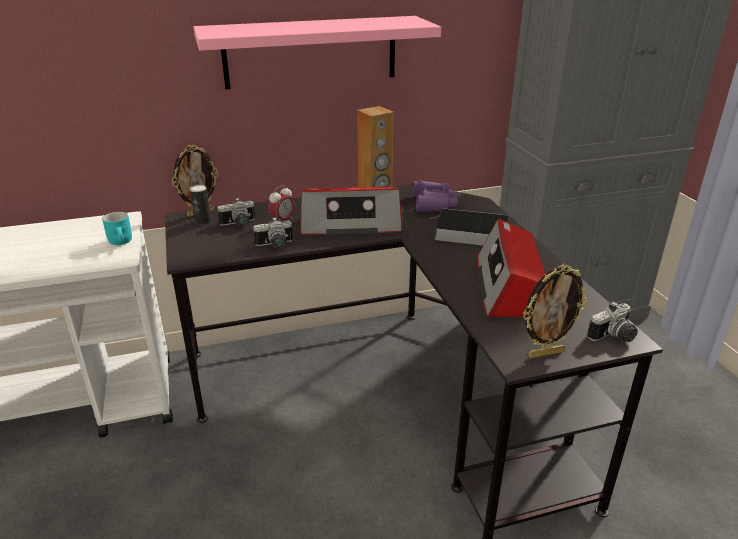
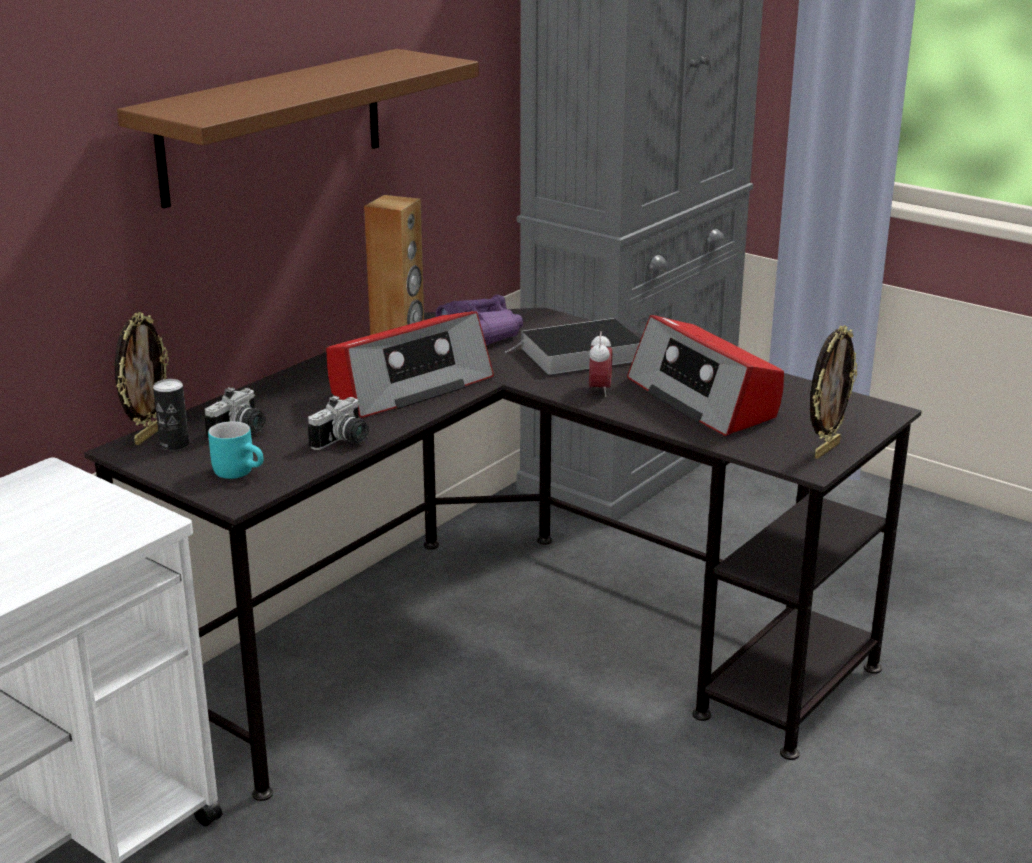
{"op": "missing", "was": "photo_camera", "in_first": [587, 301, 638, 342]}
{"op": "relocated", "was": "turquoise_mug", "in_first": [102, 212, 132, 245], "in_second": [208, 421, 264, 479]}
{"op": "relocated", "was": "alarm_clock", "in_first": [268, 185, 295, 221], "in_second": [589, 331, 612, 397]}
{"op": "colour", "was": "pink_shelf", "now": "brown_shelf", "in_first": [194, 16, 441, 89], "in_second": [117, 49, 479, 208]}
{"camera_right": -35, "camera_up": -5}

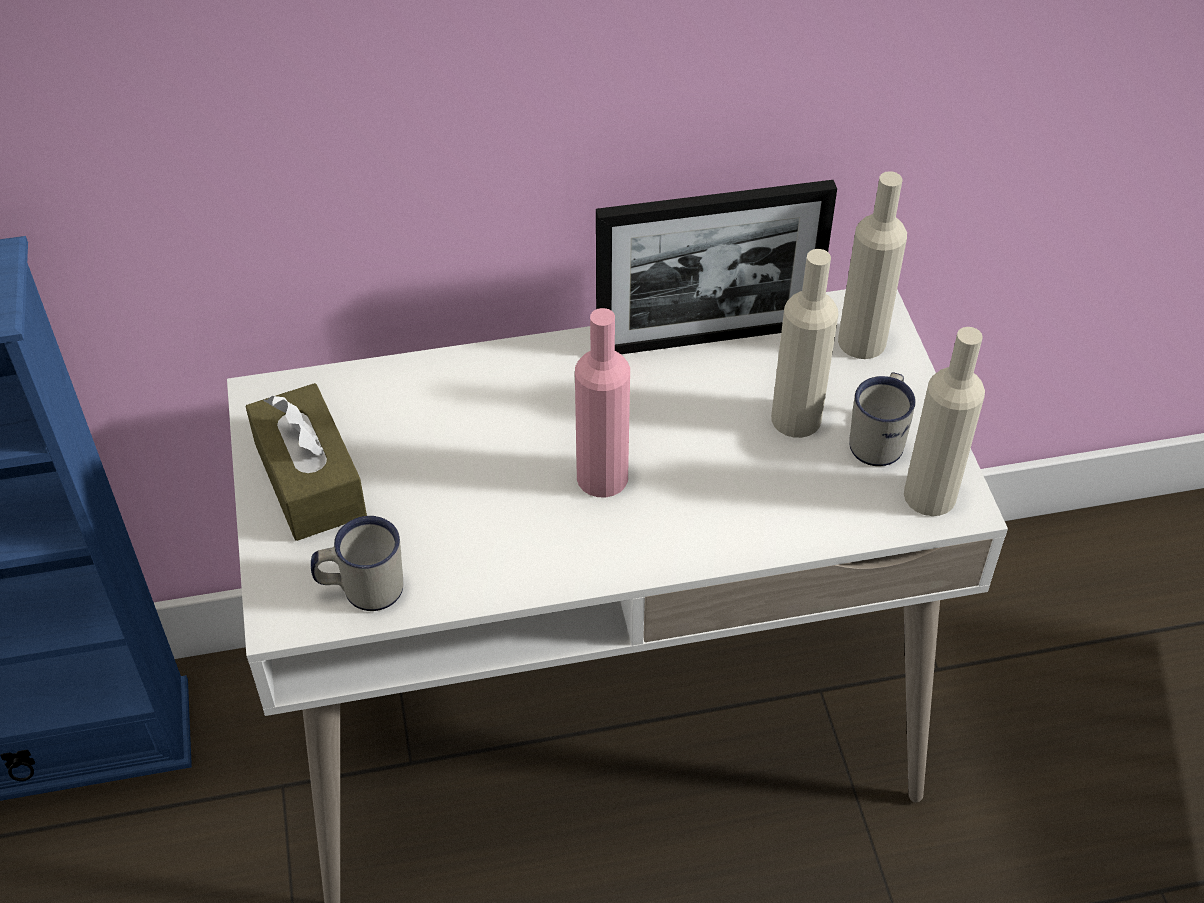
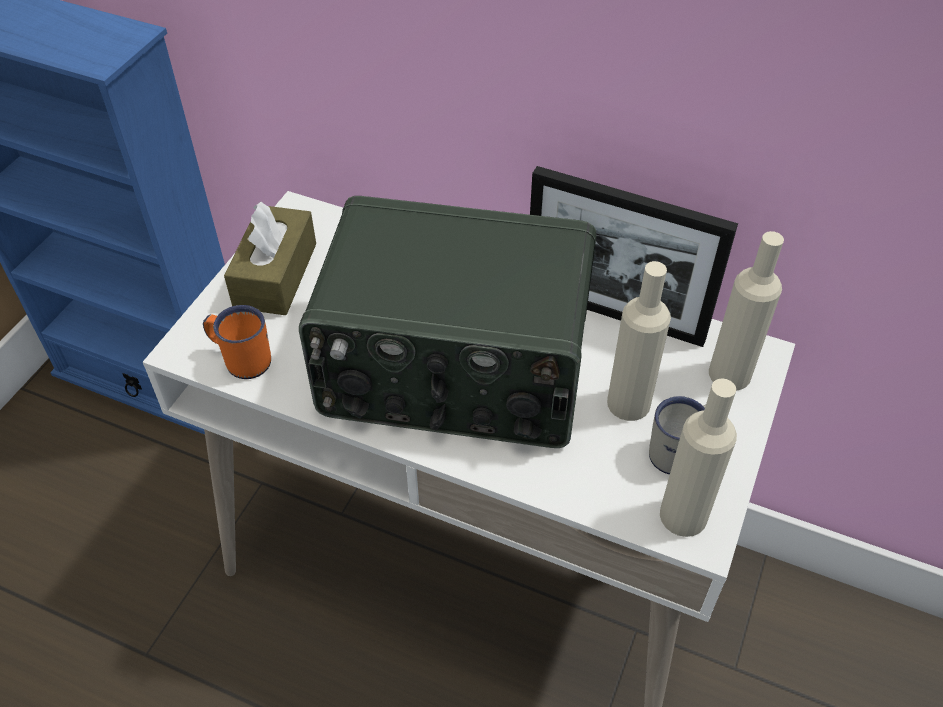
{"op": "exchanged", "was": "pink_bottle", "now": "radio", "in_first": [575, 308, 630, 497], "in_second": [299, 196, 596, 448]}
{"op": "colour", "was": "white_mug", "now": "orange_mug", "in_first": [311, 516, 403, 611], "in_second": [203, 305, 271, 379]}
{"camera_right": 35, "camera_up": 0}

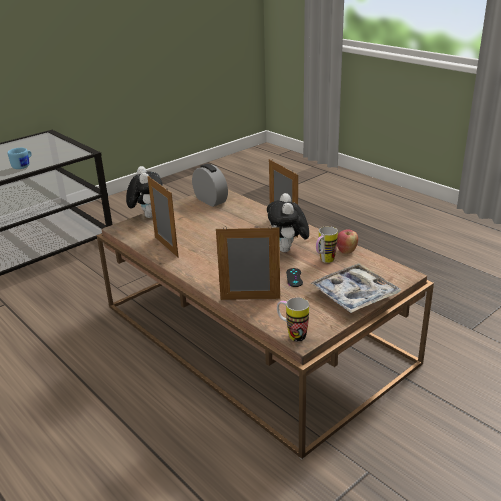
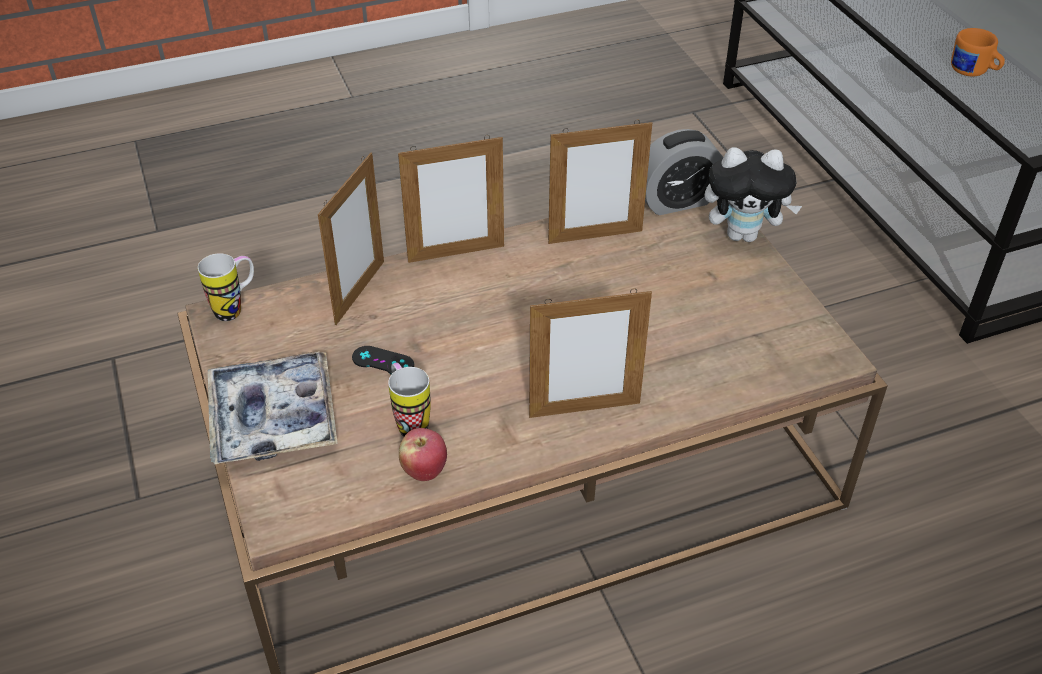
{"op": "missing", "was": "plush_toy", "in_first": [267, 193, 309, 252]}
{"op": "appeared", "now": "picture_frame", "in_second": [398, 135, 504, 263]}
{"op": "relocated", "was": "alarm_clock", "in_first": [192, 164, 228, 207], "in_second": [645, 129, 723, 215]}
{"op": "colour", "was": "blue_mug", "now": "orange_mug", "in_first": [7, 148, 32, 169], "in_second": [951, 28, 1005, 76]}
{"camera_right": 110, "camera_up": 15}

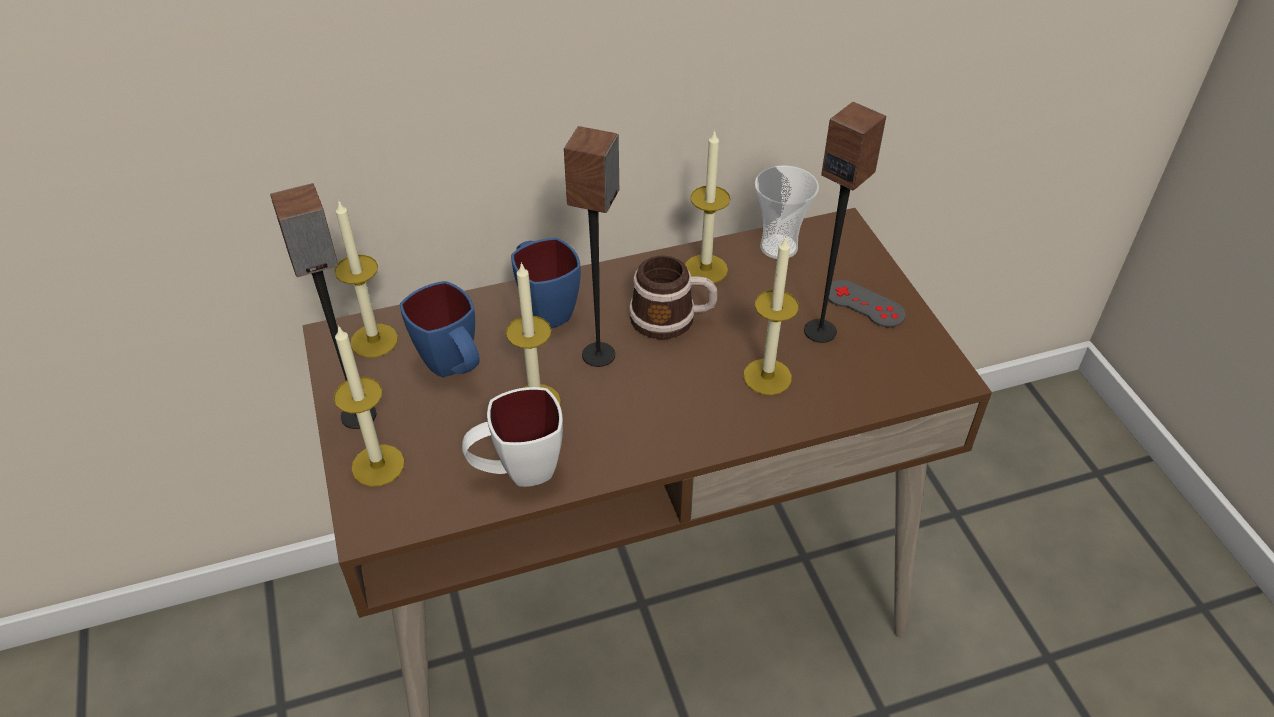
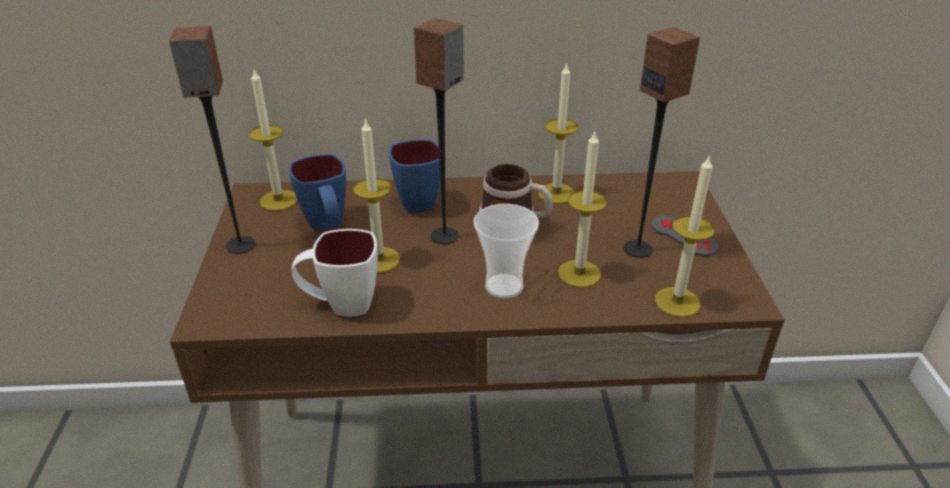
{"op": "relocated", "was": "candle", "in_first": [334, 325, 405, 487], "in_second": [655, 154, 715, 317]}
{"op": "relocated", "was": "cup", "in_first": [755, 165, 819, 259], "in_second": [474, 204, 539, 298]}
{"camera_right": 15, "camera_up": -10}

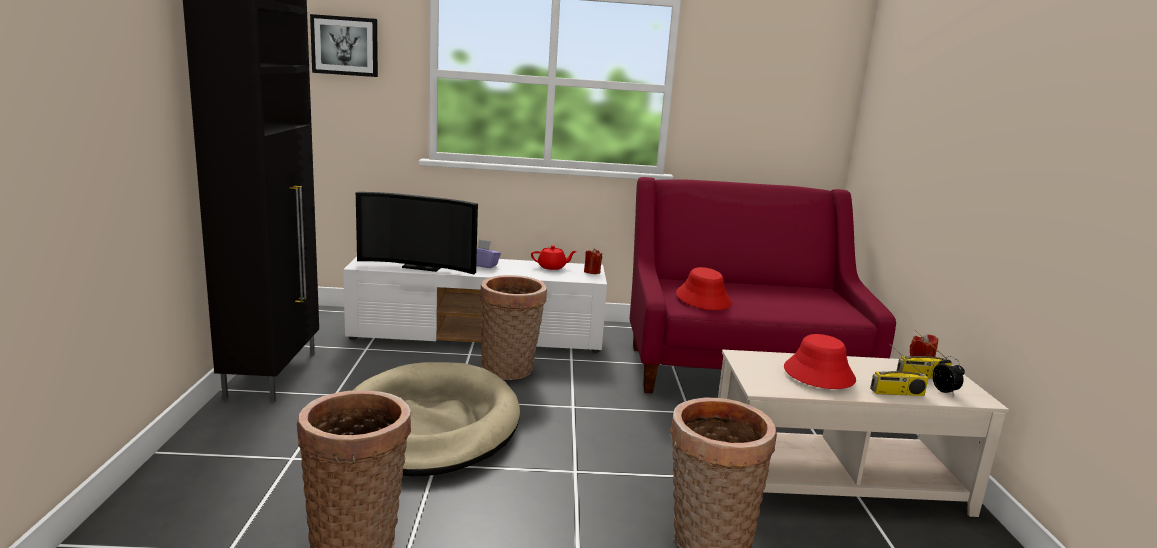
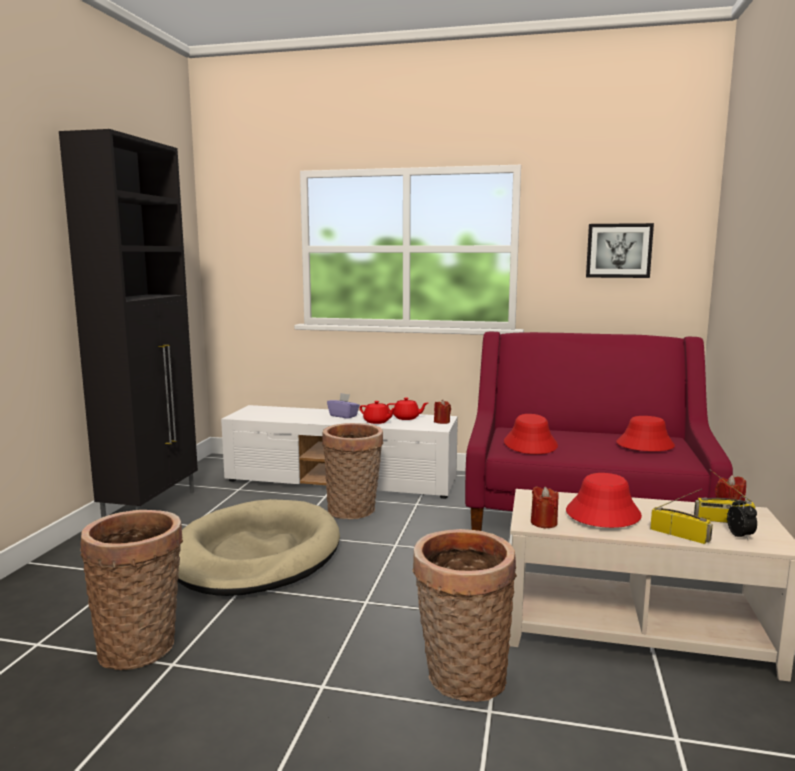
{"op": "missing", "was": "television", "in_first": [356, 192, 478, 274]}
{"op": "appeared", "now": "red_teapot", "in_second": [360, 401, 397, 424]}
{"op": "appeared", "now": "red_candle", "in_second": [531, 486, 559, 528]}
{"op": "appeared", "now": "red_hat", "in_second": [616, 416, 675, 451]}
{"op": "relocated", "was": "picture", "in_first": [310, 14, 378, 77], "in_second": [586, 223, 654, 278]}
{"op": "spun", "was": "radio", "in_first": [870, 344, 928, 396], "in_second": [650, 489, 713, 544], "clockwise": -150}
{"camera_right": 15, "camera_up": -5}

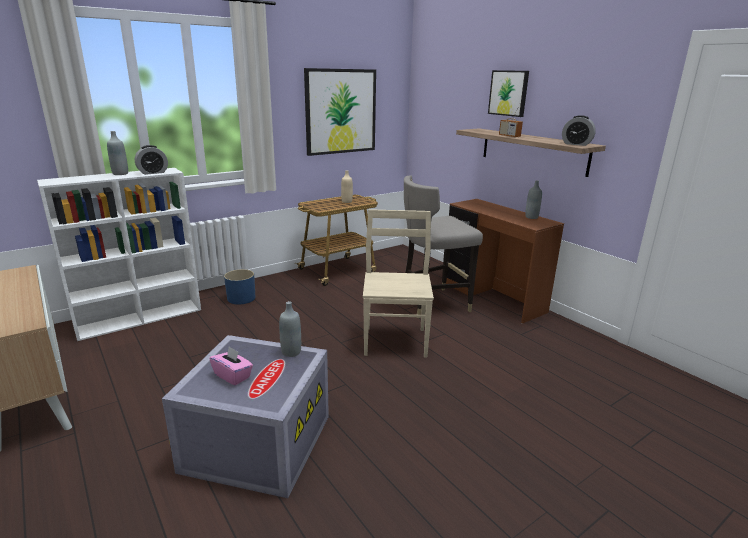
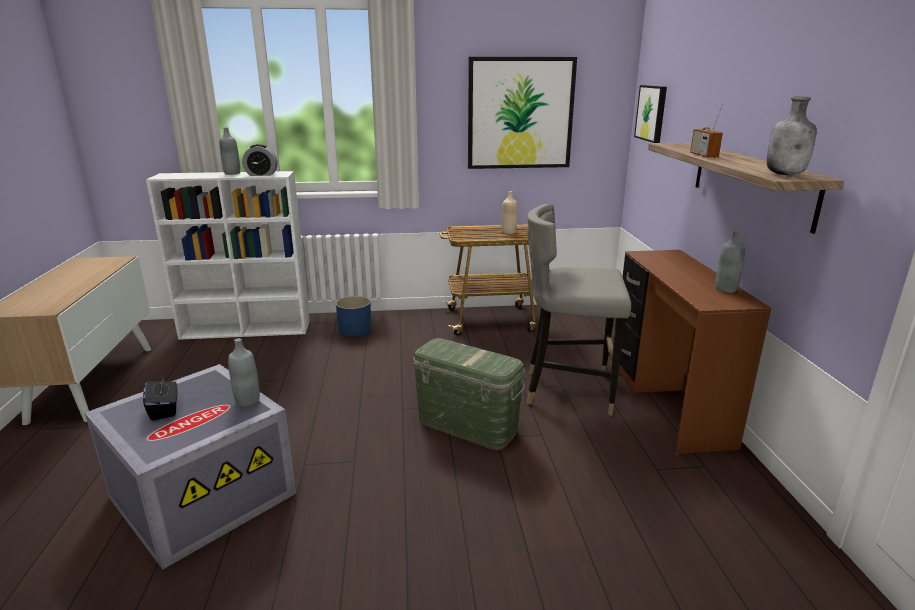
{"op": "relocated", "was": "picture", "in_first": [488, 70, 529, 117], "in_second": [634, 85, 667, 143]}
{"op": "exchanged", "was": "beige_chair", "now": "green_storage_box", "in_first": [363, 209, 434, 358], "in_second": [413, 338, 526, 450]}
{"op": "exchanged", "was": "alarm_clock", "now": "grey_bottle", "in_first": [562, 115, 596, 146], "in_second": [767, 97, 817, 175]}
{"op": "colour", "was": "pink_tissue_box", "now": "black_tissue_box", "in_first": [210, 346, 253, 386], "in_second": [143, 376, 178, 421]}
{"camera_right": 30, "camera_up": 0}

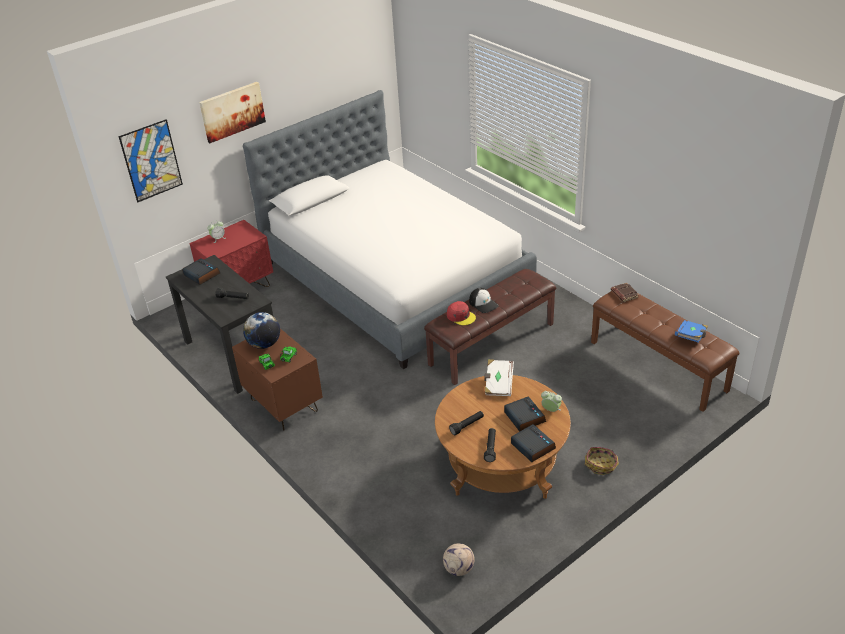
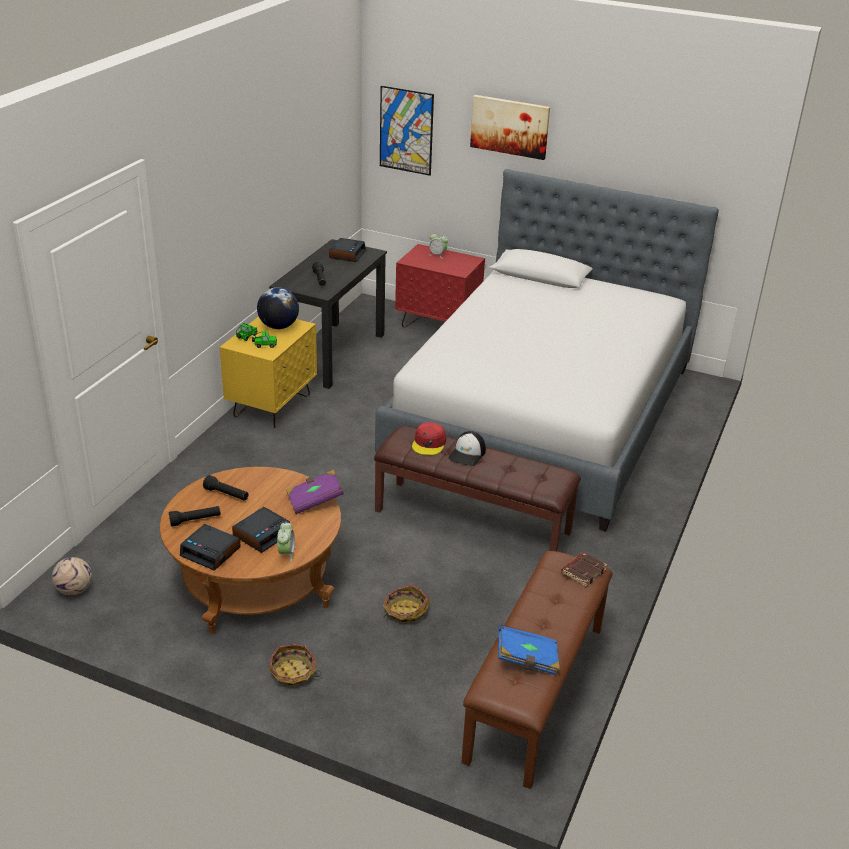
{"op": "appeared", "now": "basket", "in_second": [383, 584, 430, 623]}
{"op": "colour", "was": "brown_nightstand", "now": "yellow_nightstand", "in_first": [232, 328, 323, 430], "in_second": [220, 316, 317, 428]}
{"op": "colour", "was": "white_book", "now": "purple_book", "in_first": [484, 359, 514, 396], "in_second": [286, 470, 344, 514]}
{"op": "spun", "was": "alarm_clock", "in_first": [511, 424, 556, 462], "in_second": [180, 524, 241, 571], "clockwise": 90}
{"camera_right": 60, "camera_up": -5}

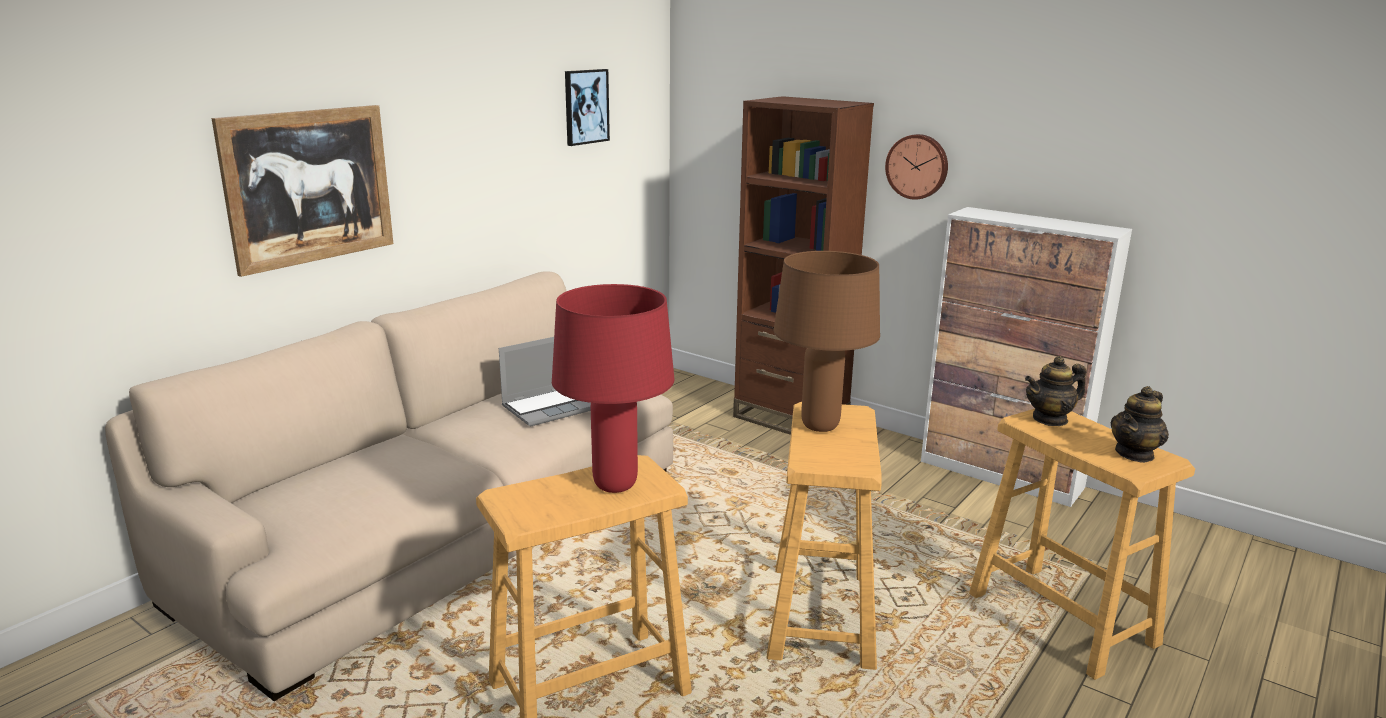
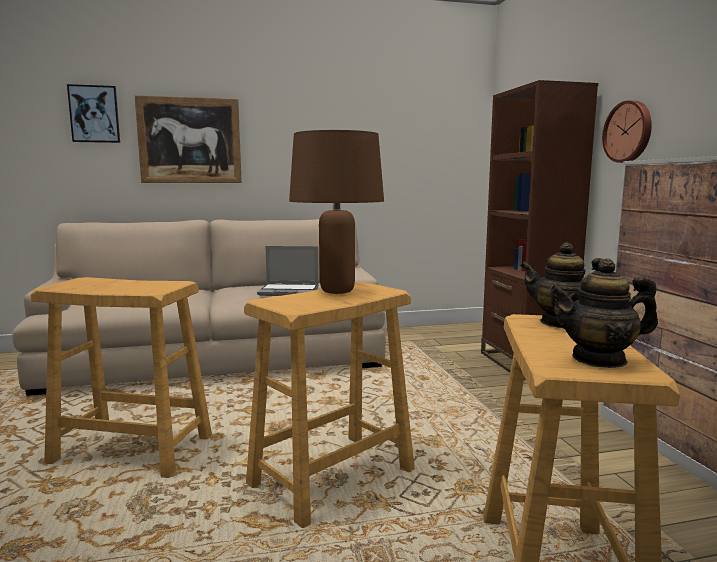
{"op": "missing", "was": "red_table_lamp", "in_first": [552, 284, 674, 493]}
{"op": "relocated", "was": "picture", "in_first": [565, 69, 610, 146], "in_second": [67, 84, 120, 143]}
{"camera_right": 40, "camera_up": -10}

